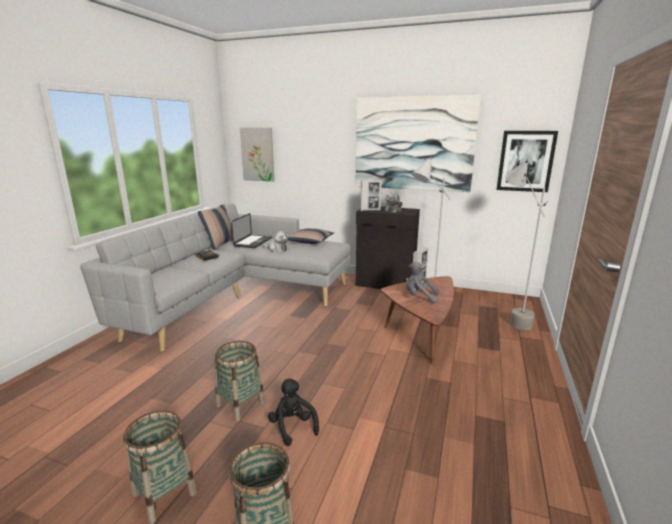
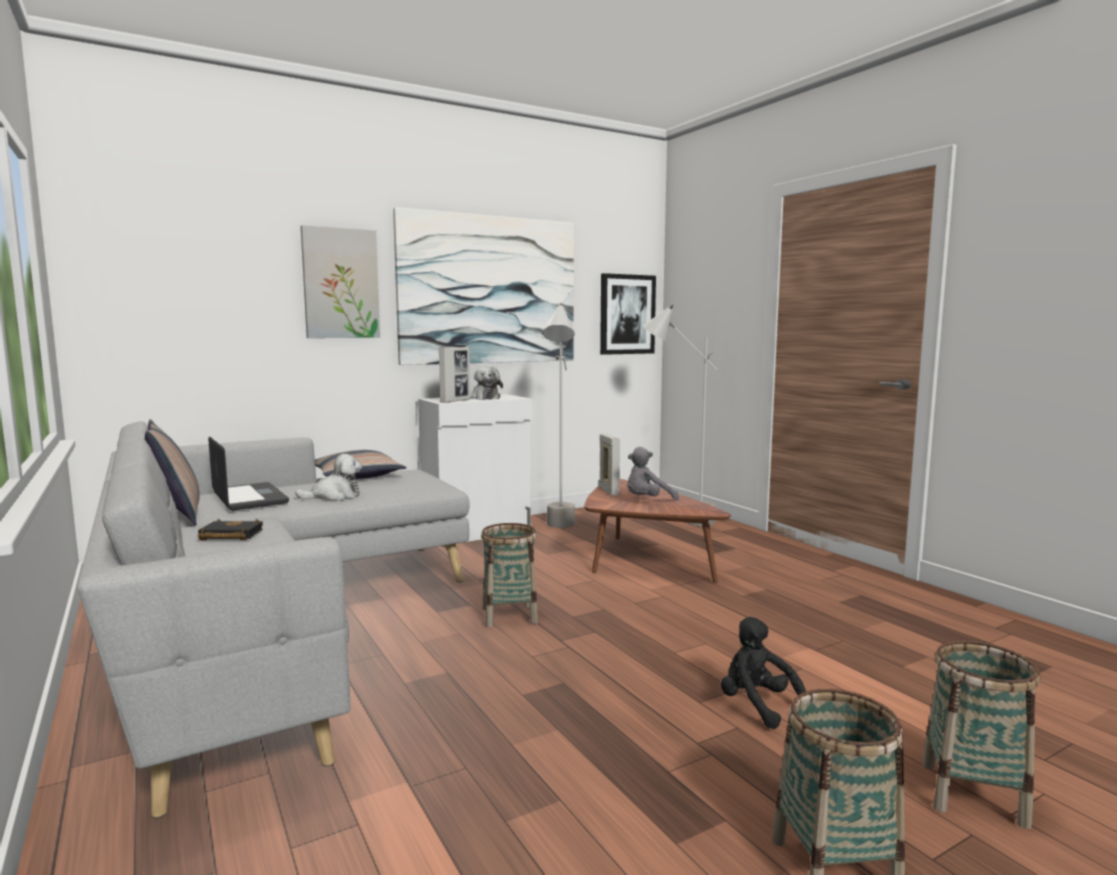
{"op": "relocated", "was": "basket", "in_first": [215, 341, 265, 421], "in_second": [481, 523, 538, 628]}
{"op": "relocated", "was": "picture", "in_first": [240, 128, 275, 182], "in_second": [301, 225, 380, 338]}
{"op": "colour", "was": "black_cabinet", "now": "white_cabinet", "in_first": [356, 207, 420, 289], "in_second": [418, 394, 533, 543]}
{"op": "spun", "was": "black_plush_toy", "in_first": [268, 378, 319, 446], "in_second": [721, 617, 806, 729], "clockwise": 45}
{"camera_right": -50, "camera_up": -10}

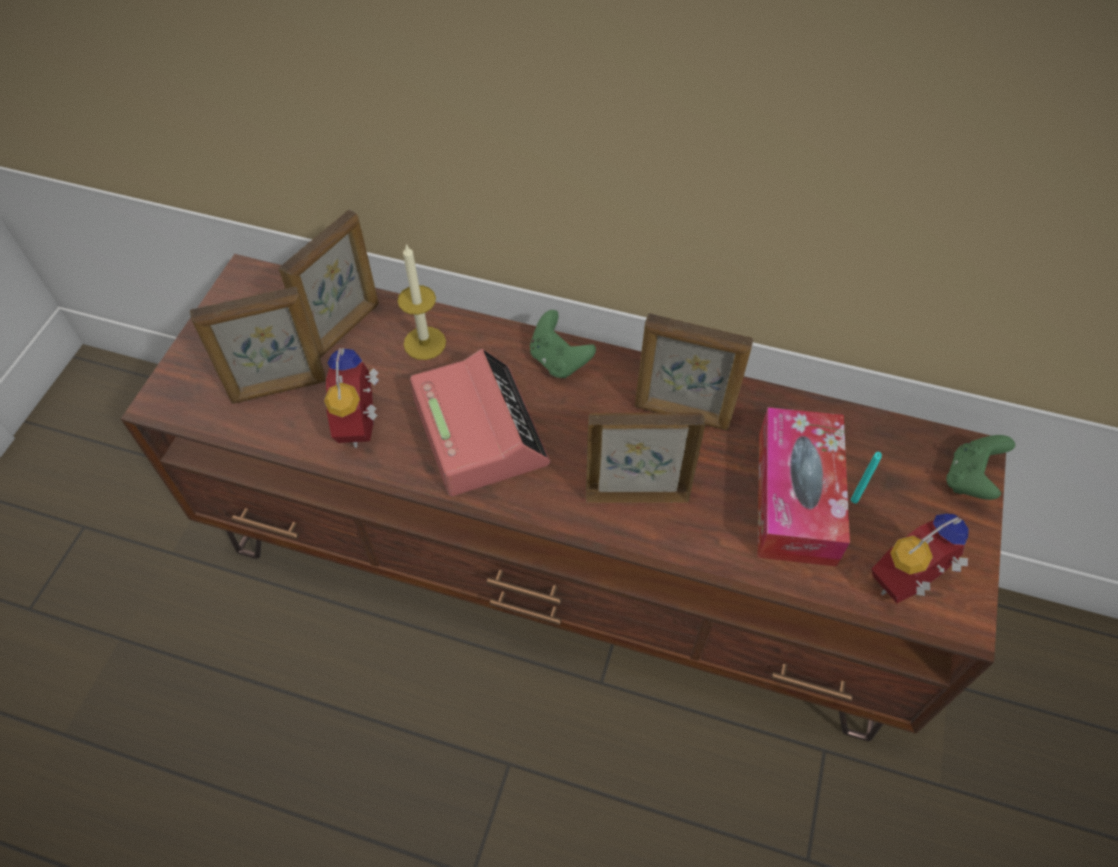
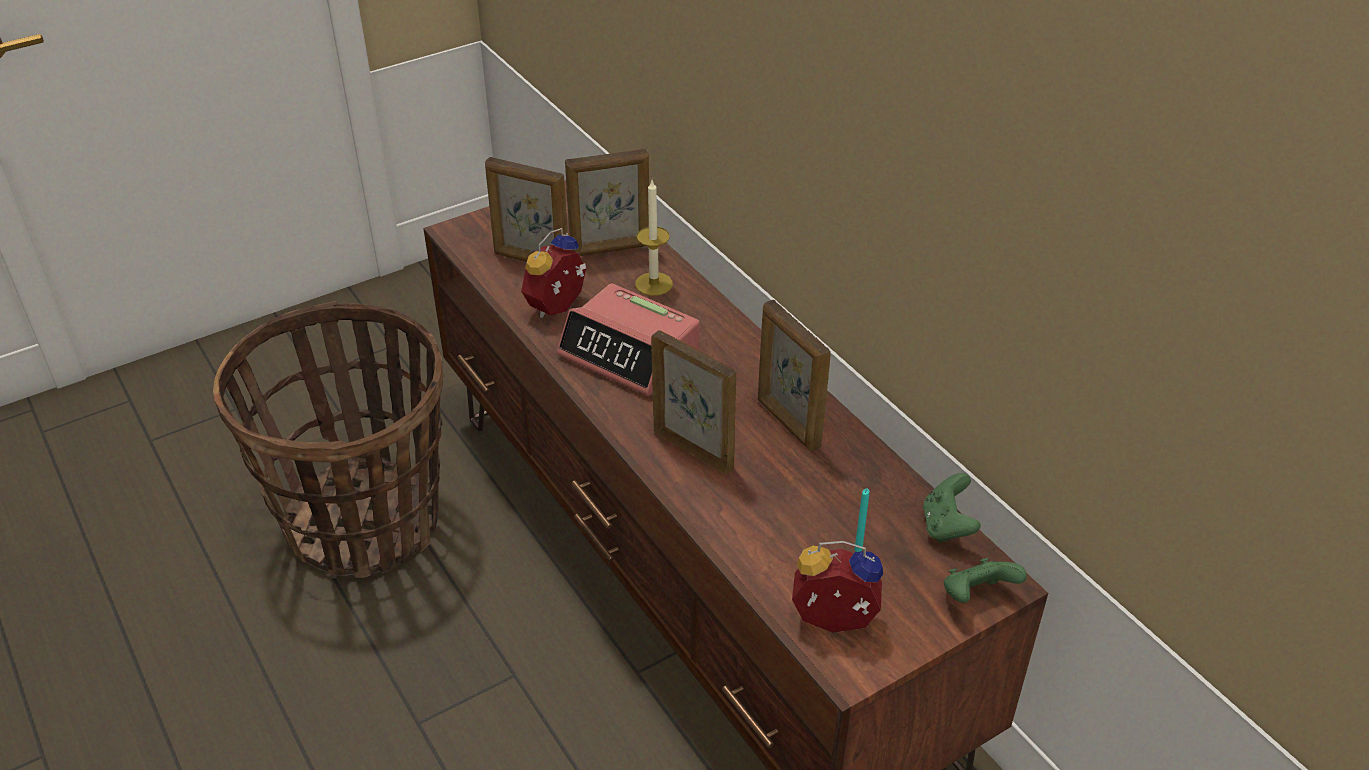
{"op": "missing", "was": "tissue_box", "in_first": [758, 407, 850, 567]}
{"op": "appeared", "now": "basket", "in_second": [213, 301, 443, 578]}
{"op": "relocated", "was": "green_game_controller", "in_first": [530, 310, 596, 379], "in_second": [923, 473, 981, 543]}
{"op": "spun", "was": "alarm_clock", "in_first": [410, 349, 551, 496], "in_second": [557, 283, 700, 396], "clockwise": 105}
{"camera_right": 40, "camera_up": -15}

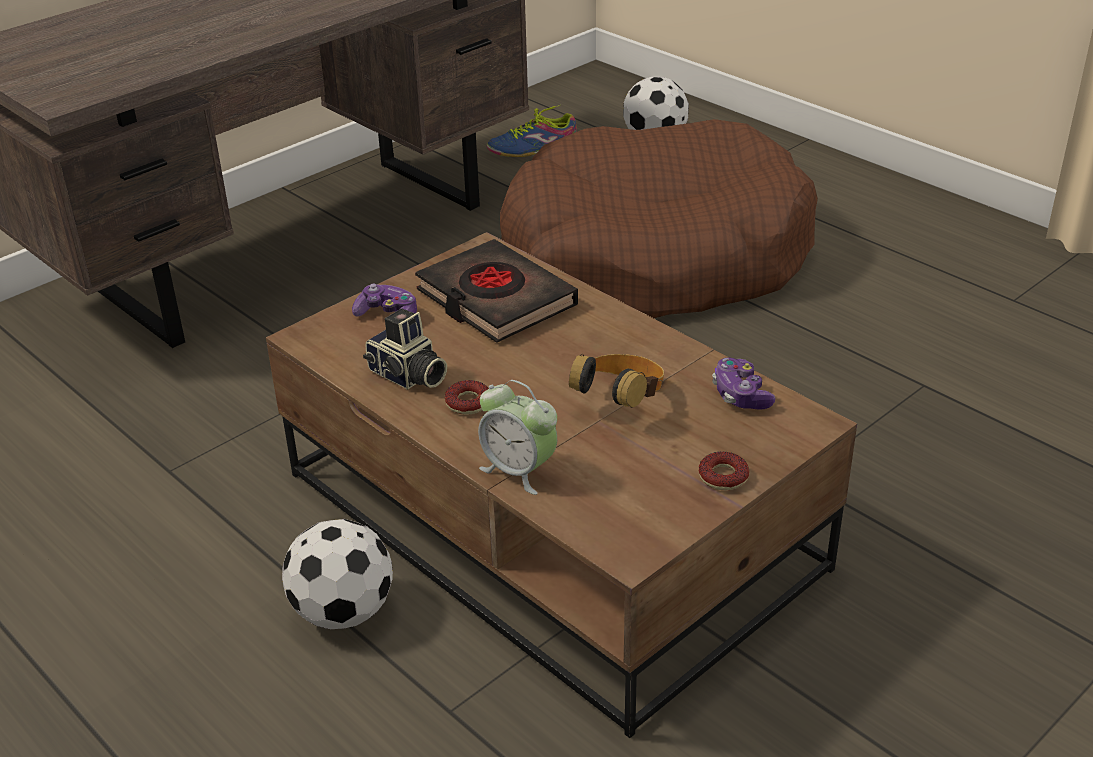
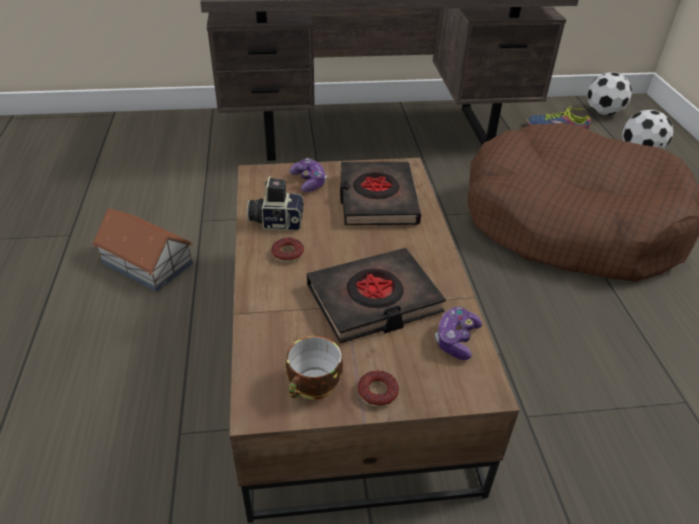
{"op": "missing", "was": "alarm_clock", "in_first": [478, 380, 557, 495]}
{"op": "appeared", "now": "toy_house", "in_second": [92, 208, 193, 292]}
{"op": "appeared", "now": "cup", "in_second": [286, 336, 343, 400]}
{"op": "relocated", "was": "football", "in_first": [282, 519, 393, 629], "in_second": [587, 72, 632, 115]}
{"op": "exchanged", "was": "headphones", "now": "black_book", "in_first": [569, 354, 664, 408], "in_second": [306, 248, 446, 343]}
{"op": "spun", "was": "photo_camera", "in_first": [363, 308, 447, 389], "in_second": [247, 176, 304, 231], "clockwise": 105}
{"camera_right": 35, "camera_up": 5}

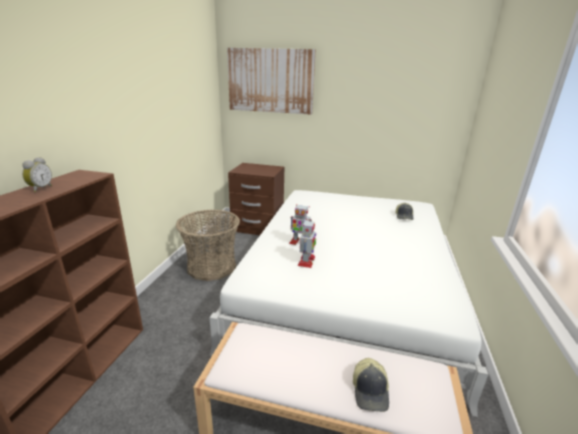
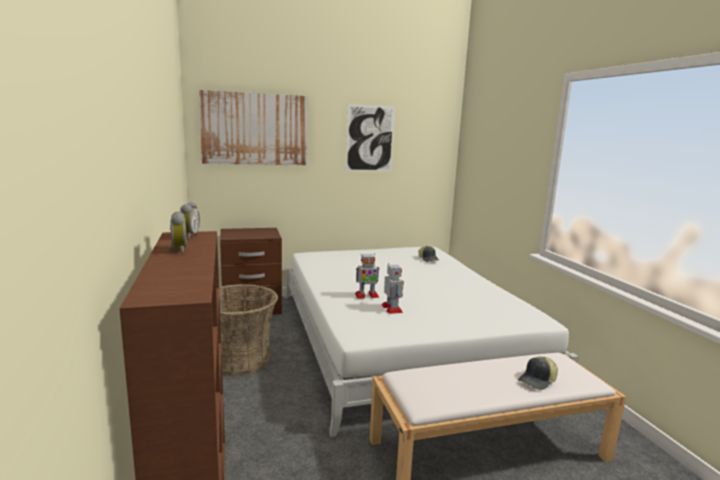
{"op": "appeared", "now": "alarm_clock", "in_second": [180, 202, 200, 240]}
{"op": "appeared", "now": "picture", "in_second": [346, 104, 395, 171]}
{"op": "spun", "was": "cap", "in_first": [353, 358, 389, 412], "in_second": [518, 356, 558, 390], "clockwise": 75}
{"camera_right": -30, "camera_up": -10}

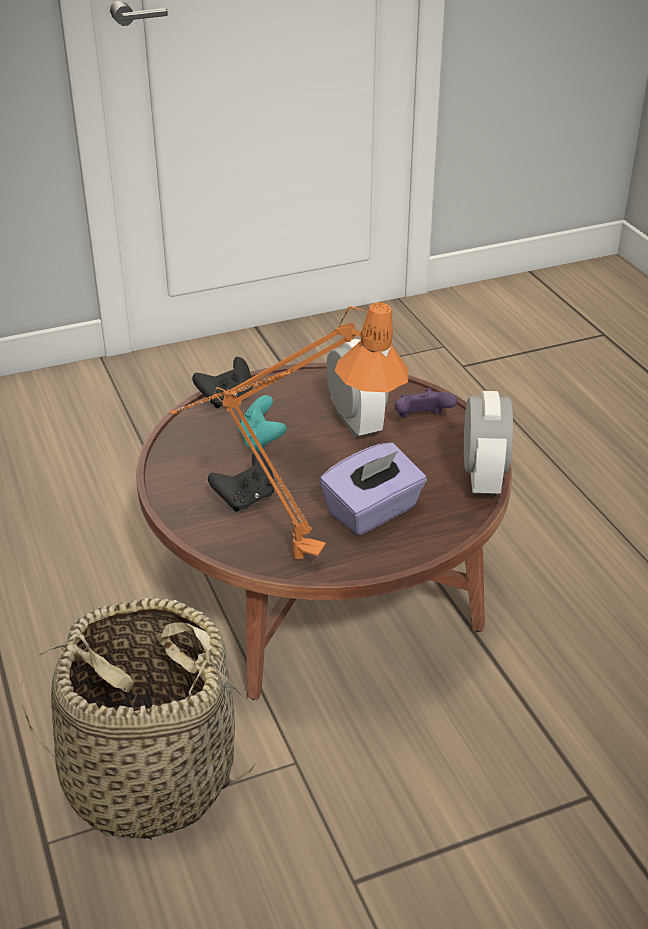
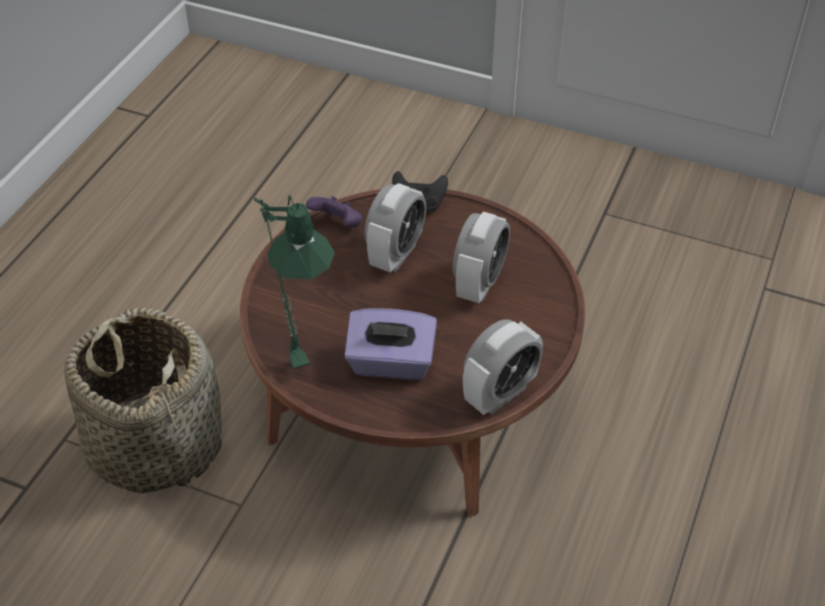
{"op": "missing", "was": "black_game_controller", "in_first": [208, 451, 274, 512]}
{"op": "relocated", "was": "purple_game_controller", "in_first": [394, 388, 457, 418], "in_second": [306, 196, 362, 227]}
{"op": "exchanged", "was": "turquoise_game_controller", "now": "alarm_clock", "in_first": [239, 395, 287, 451], "in_second": [365, 183, 426, 273]}
{"op": "colour", "was": "orange_table_lamp", "now": "green_table_lamp", "in_first": [169, 302, 408, 560], "in_second": [254, 195, 335, 373]}
{"camera_right": 45, "camera_up": 10}

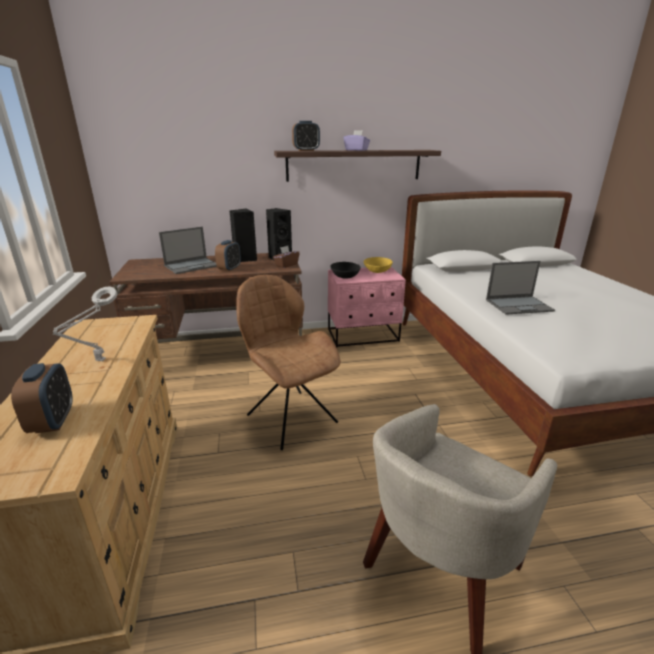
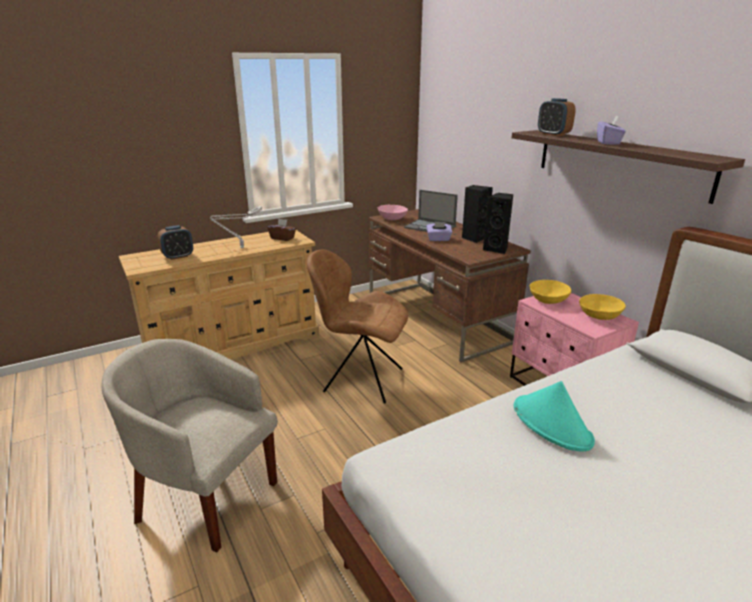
{"op": "appeared", "now": "pink_bowl", "in_second": [378, 205, 408, 220]}
{"op": "relocated", "was": "brown_tissue_box", "in_first": [273, 246, 300, 268], "in_second": [267, 218, 296, 241]}
{"op": "exchanged", "was": "alarm_clock", "now": "purple_tissue_box", "in_first": [215, 240, 241, 272], "in_second": [426, 222, 452, 241]}
{"op": "exchanged", "was": "laptop", "now": "turquoise_hat", "in_first": [486, 261, 555, 315], "in_second": [514, 381, 595, 451]}
{"op": "colour", "was": "black_bowl", "now": "yellow_bowl", "in_first": [331, 262, 360, 279], "in_second": [529, 280, 571, 304]}
{"op": "spun", "was": "brown_chair", "in_first": [237, 275, 341, 450], "in_second": [307, 249, 408, 404], "clockwise": -105}
{"camera_right": 70, "camera_up": 0}

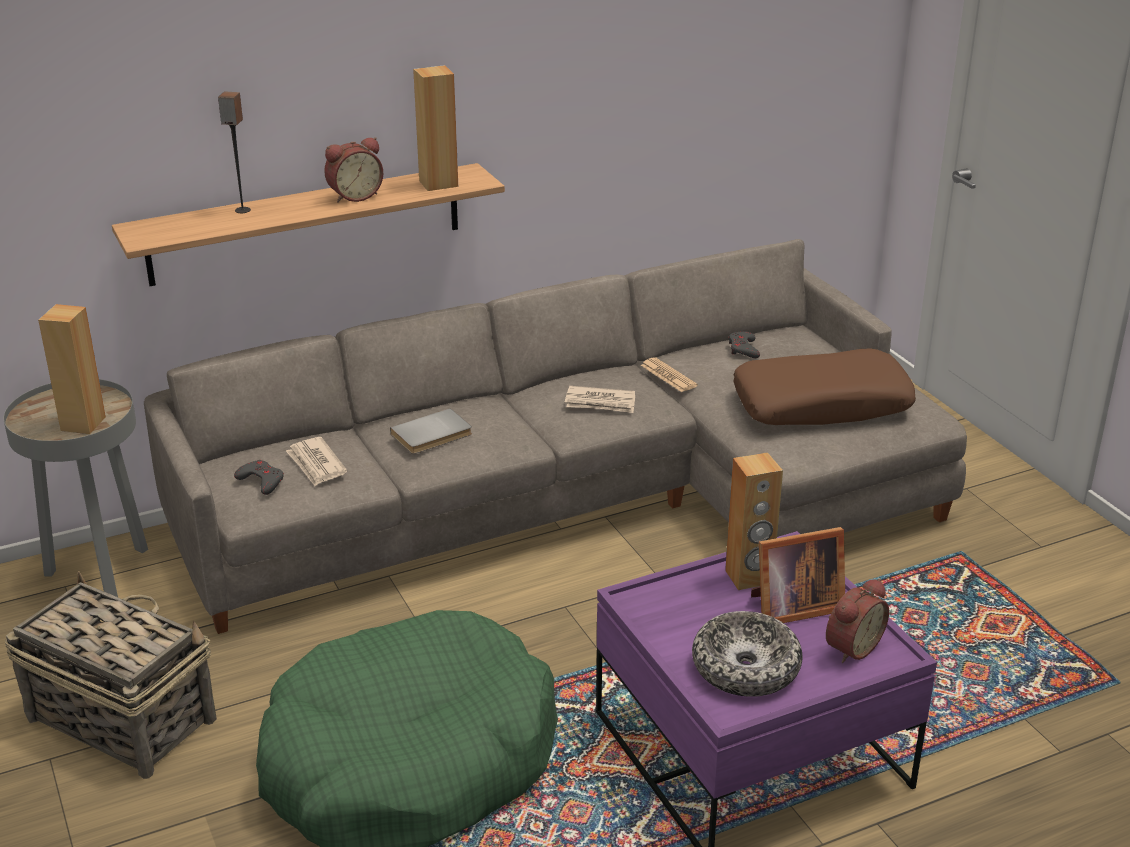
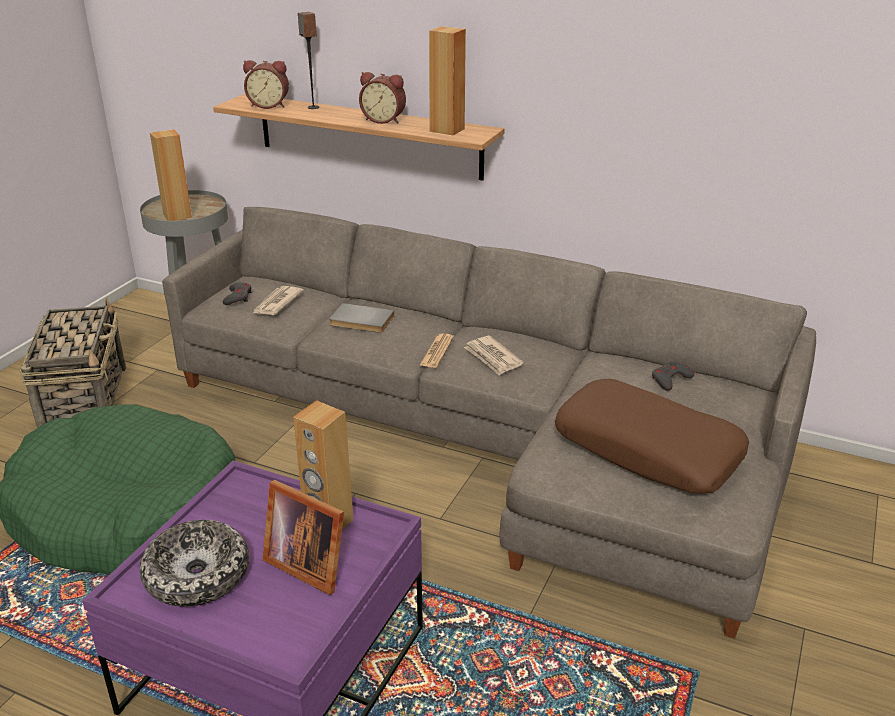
{"op": "relocated", "was": "newspaper", "in_first": [641, 357, 698, 392], "in_second": [419, 333, 454, 368]}
{"op": "relocated", "was": "alarm_clock", "in_first": [826, 578, 889, 663], "in_second": [243, 60, 289, 109]}
{"camera_right": 50, "camera_up": 0}

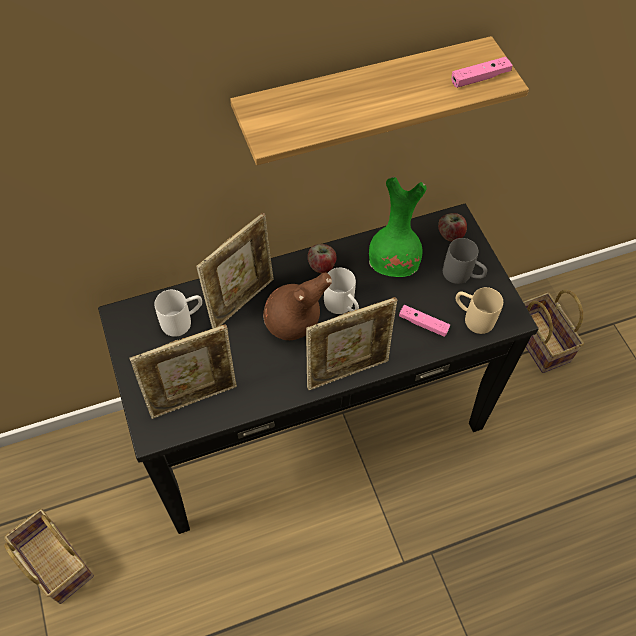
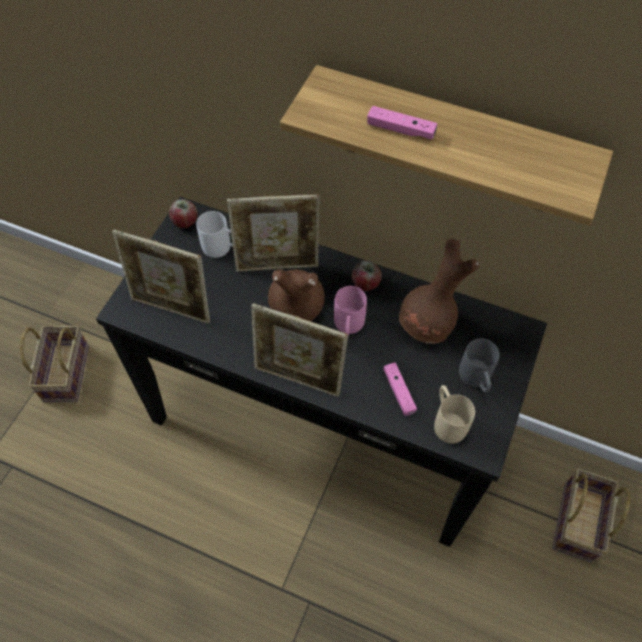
{"op": "relocated", "was": "apple", "in_first": [438, 213, 467, 242], "in_second": [169, 199, 198, 228]}
{"op": "relocated", "was": "pink_game_controller", "in_first": [451, 57, 513, 88], "in_second": [367, 106, 437, 140]}
{"op": "colour", "was": "white_mug", "now": "pink_mug", "in_first": [324, 268, 359, 314], "in_second": [334, 286, 367, 336]}
{"op": "colour", "was": "green_vase", "now": "brown_vase", "in_first": [369, 177, 427, 277], "in_second": [399, 239, 479, 344]}
{"camera_right": 45, "camera_up": 0}

